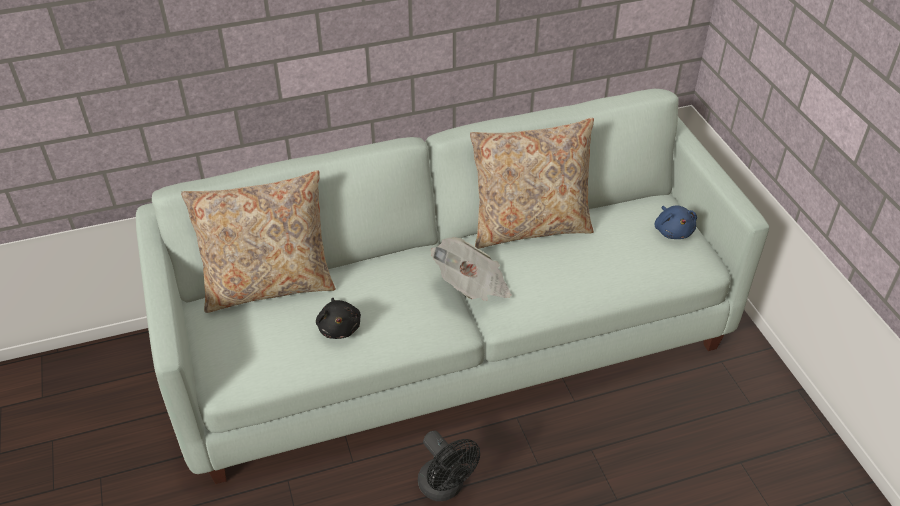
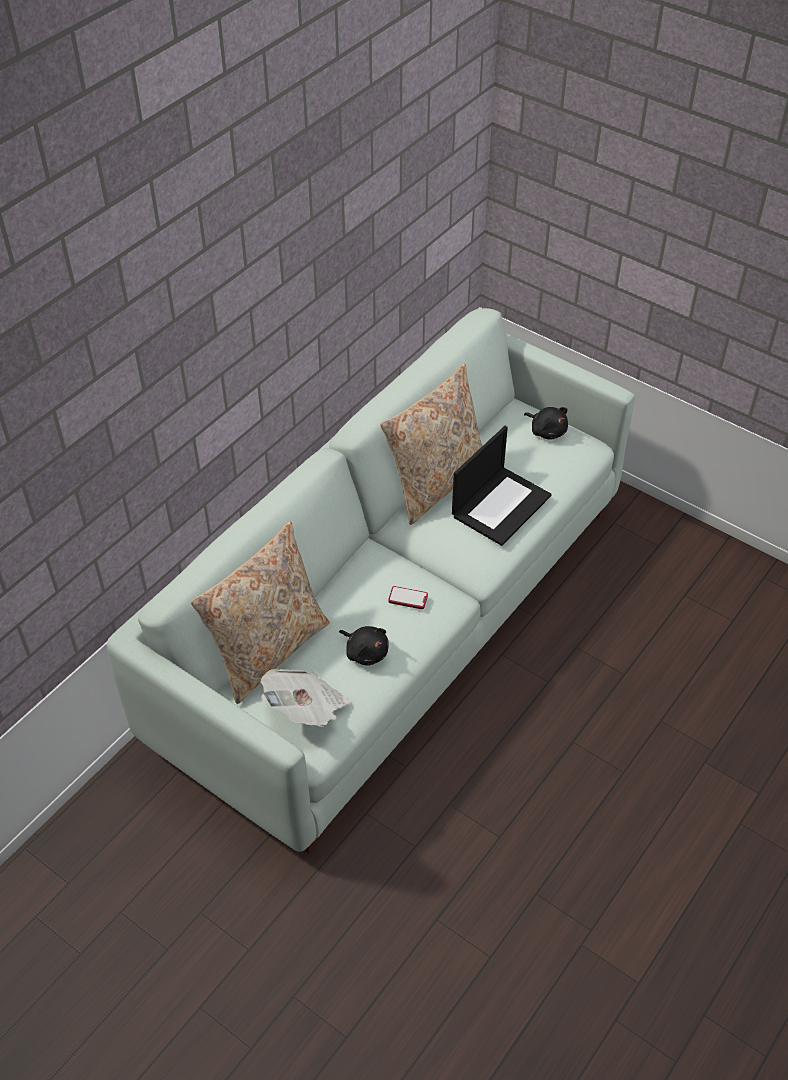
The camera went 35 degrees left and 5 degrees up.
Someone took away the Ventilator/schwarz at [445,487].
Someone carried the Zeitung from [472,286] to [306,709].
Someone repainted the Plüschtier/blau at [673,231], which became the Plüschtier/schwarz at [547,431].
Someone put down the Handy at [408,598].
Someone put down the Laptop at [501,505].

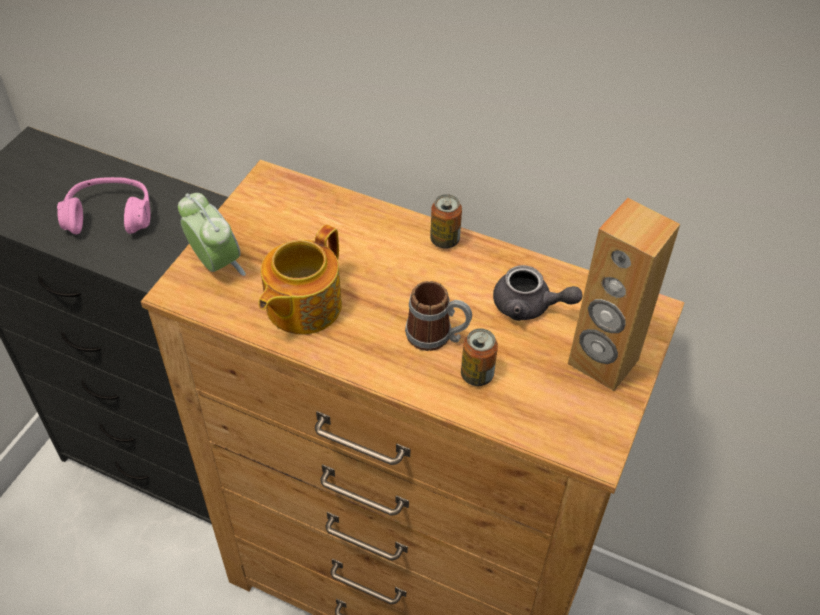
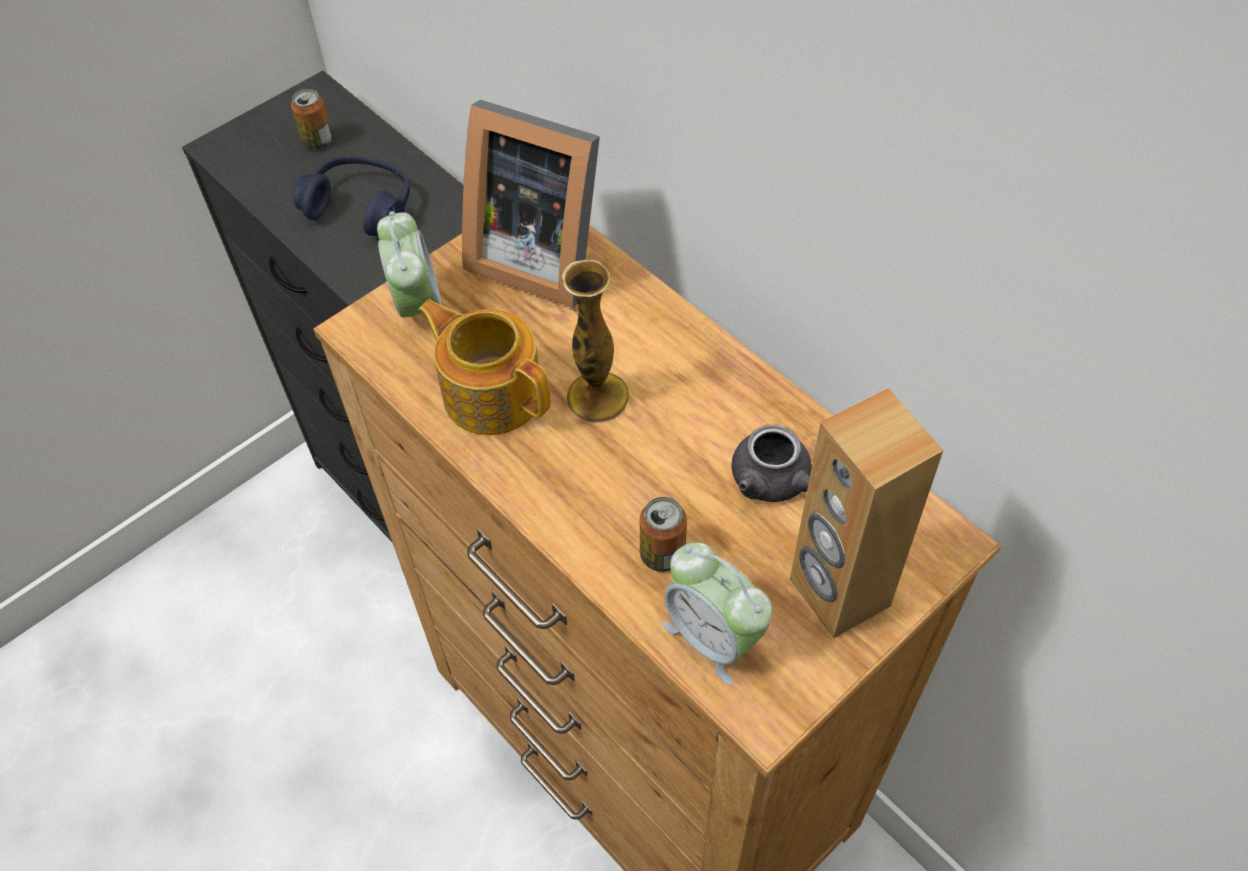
The camera went 25 degrees right and 5 degrees up.
Someone repainted the Kopfhörer/rosa at [110,216], which became the Kopfhörer/blau at [361,207].
Someone rotated the Teekanne at [301,306] by 75 degrees clockwise.
Someone took away the Henkelbecher at [437,336].
Someone carried the Dose from [444,240] to [318,141].
Someone put down the Bilderrahmen at [537,255].
Someone put down the Vase at [597,397].
Someone put down the Wecker at [713,637].

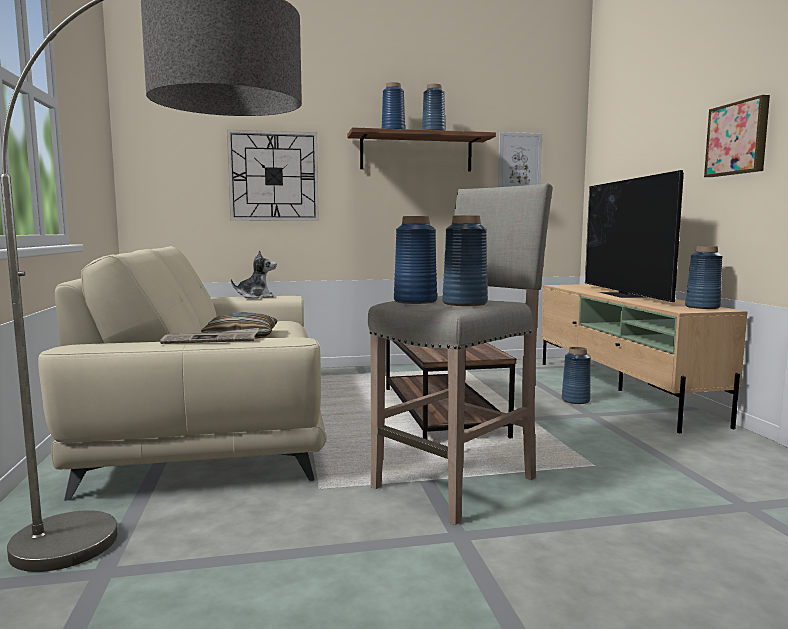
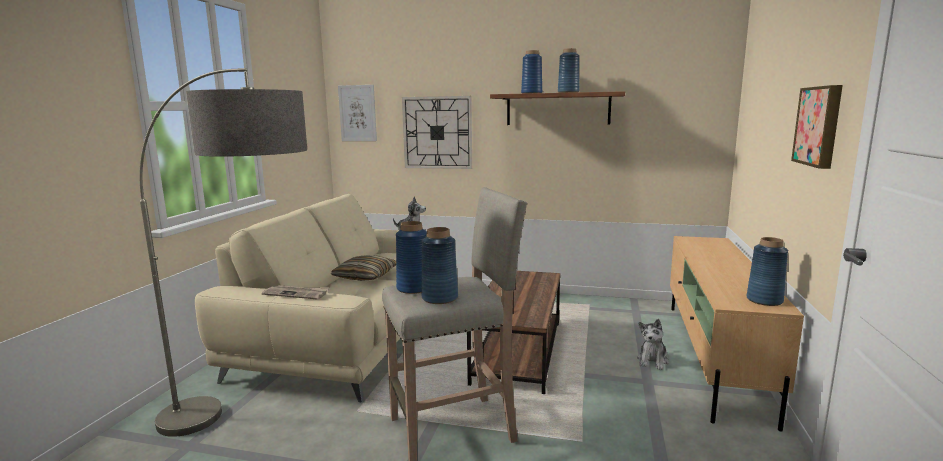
The camera went 25 degrees right and 5 degrees up.
Someone carried the Bild from [519,166] to [357,113].
Someone swapped the Vase/blau at [575,400] for the Plüschtier at [652,361].
Someone took away the Fernseher at [623,294].

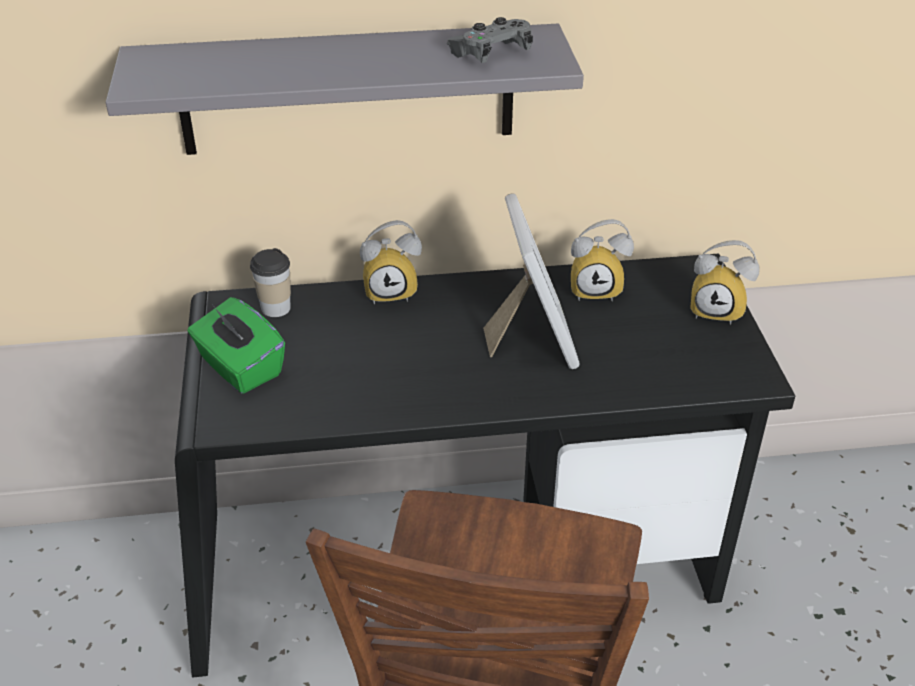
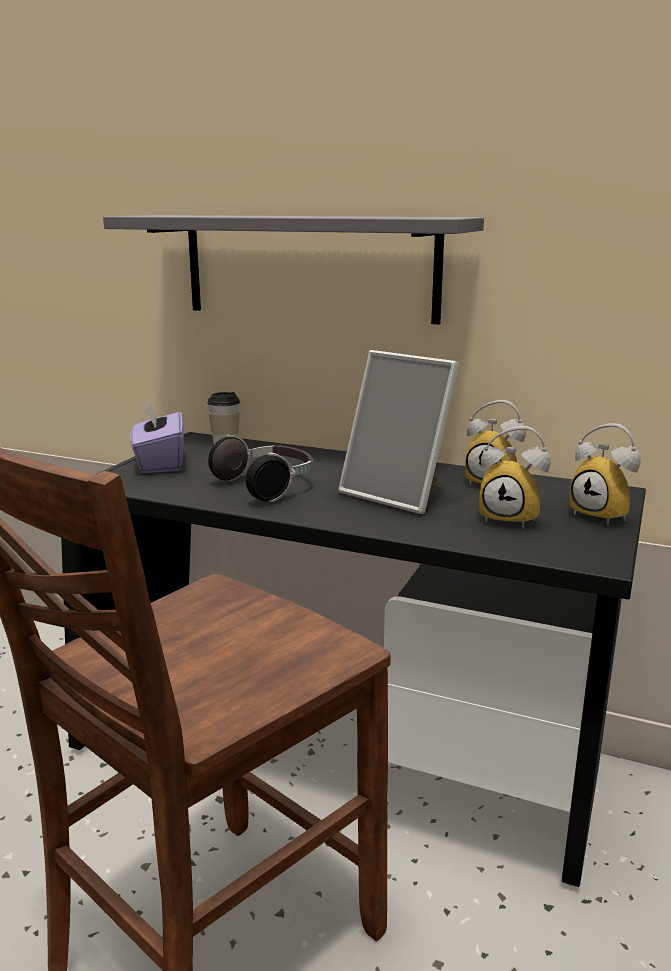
The camera went 30 degrees right and 20 degrees down.
Someone repainted the Taschentuchbox/grün at [240,368], which became the Taschentuchbox/lila at [159,463].
Someone carried the Wecker from [392,291] to [511,518].
Someone took away the Gamepad/grau at [491,54].
Someone rotated the Bilderrahmen at [531,339] by 105 degrees clockwise.
Someone put down the Kopfhörer at [267,486].

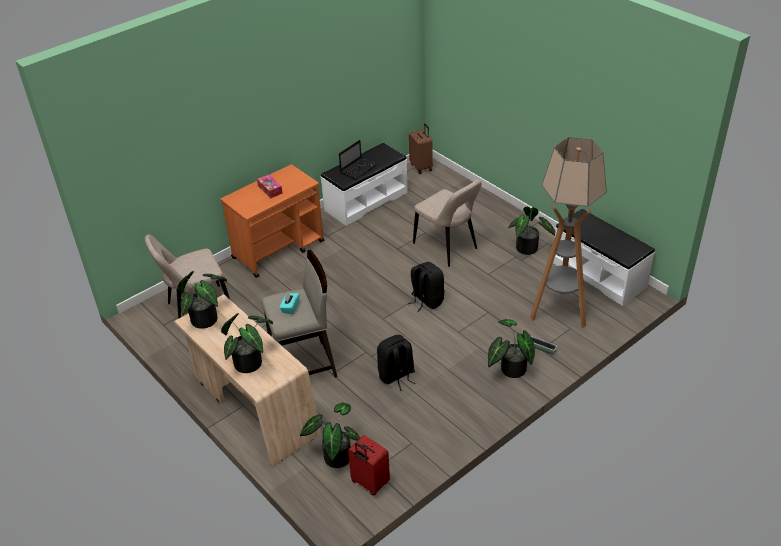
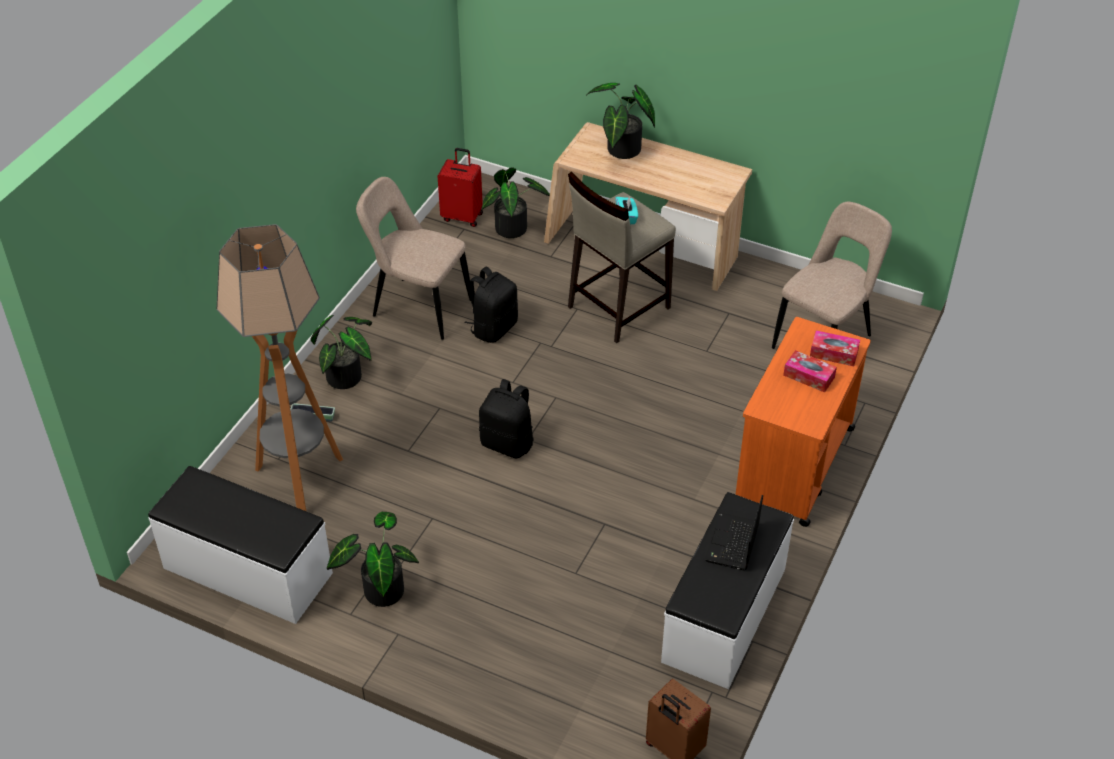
The camera went 155 degrees right and 5 degrees up.
Someone took away the Topfpflanze at [208,319].
Someone carried the Stuhl/beige from [447,247] to [418,307].
Someone put down the Taschentuchbox at [834,353].

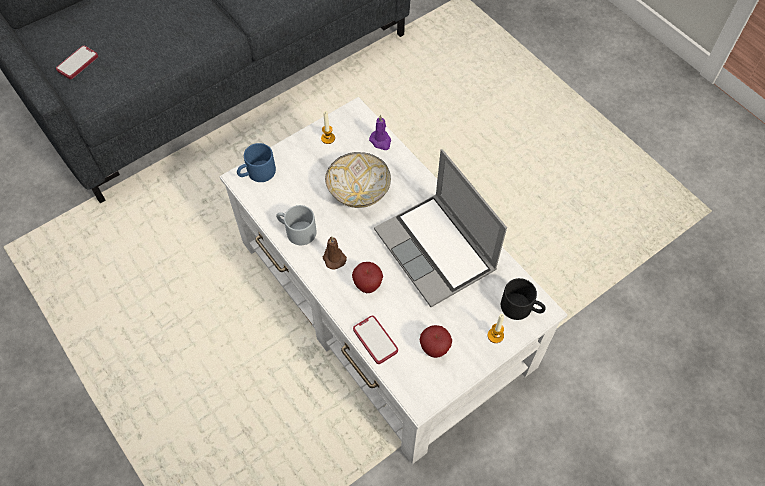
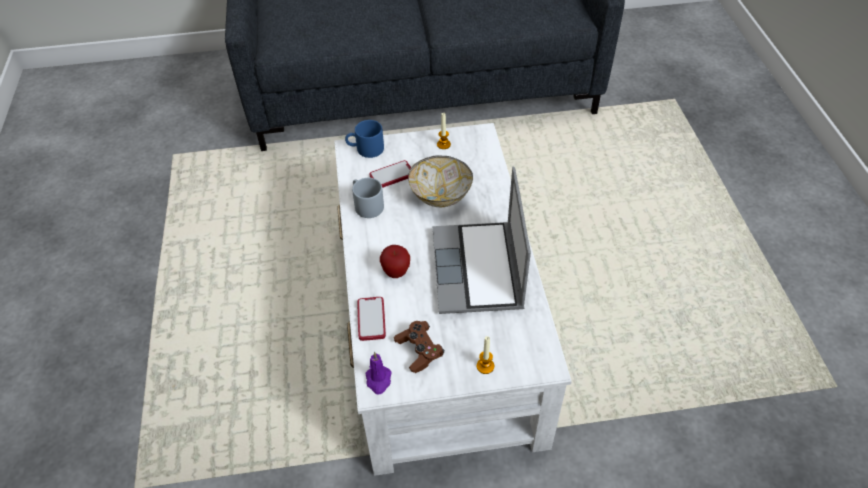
The camera went 30 degrees right and 10 degrees down.
Someone carried the Handy from [77,63] to [392,175].
Someone took away the Kerze/braun at [333,258].
Someone carried the Kerze/lila from [381,141] to [378,380].
Someone swapped the Apfel at [434,349] for the Gamepad/braun at [419,351].
Someone took away the Henkelbecher/schwarz at [521,307].

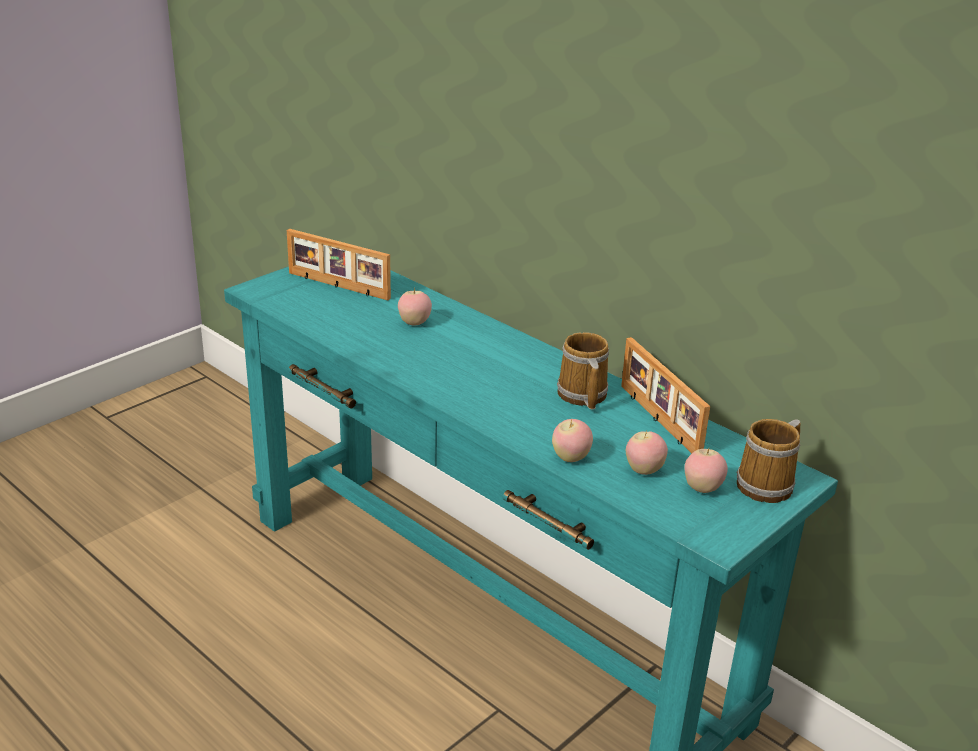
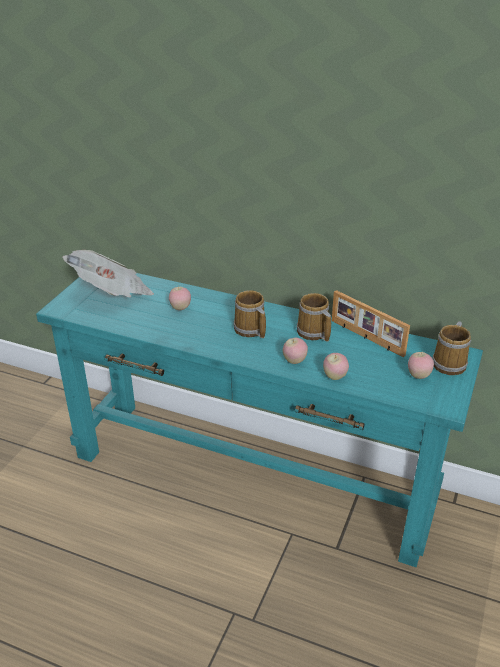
The camera went 20 degrees left and 5 degrees up.
Someone swapped the Bilderrahmen at [337,286] for the Zeitung at [112,293].
Someone carried the Apfel from [644,470] to [294,361].
Someone put down the Henkelbecher at [250,330].

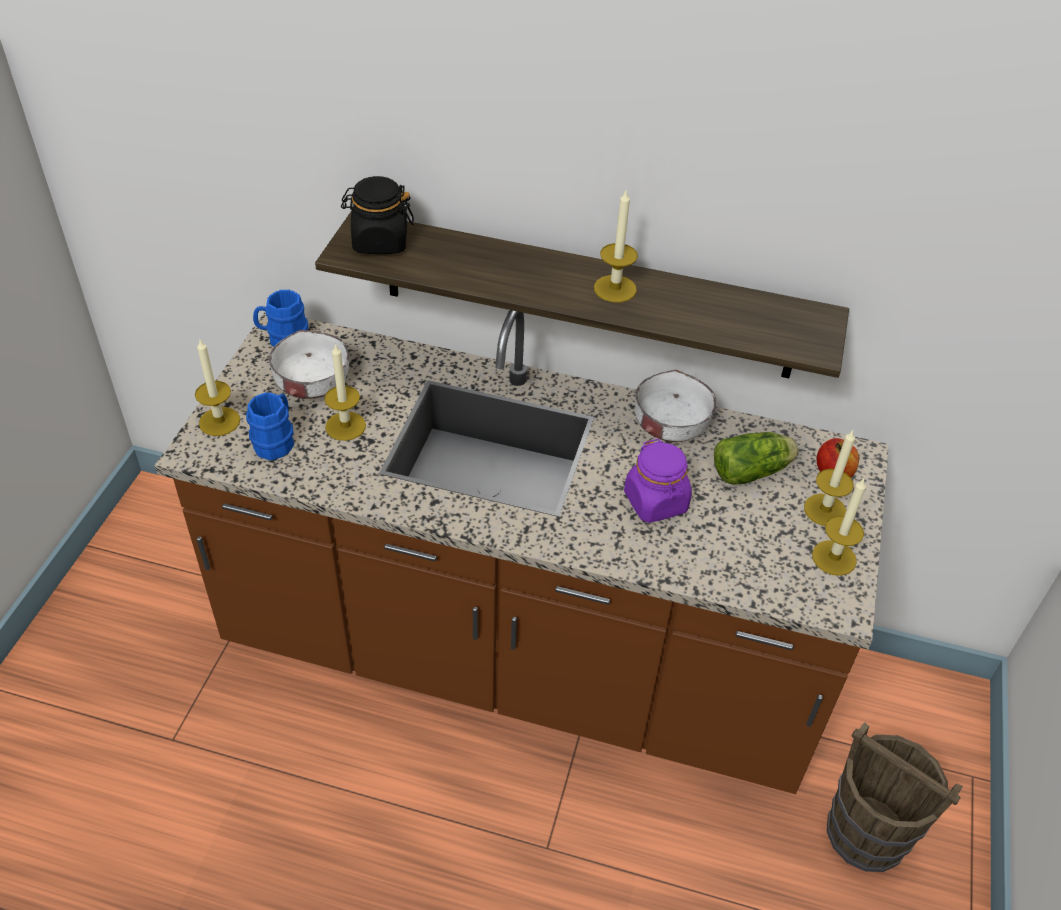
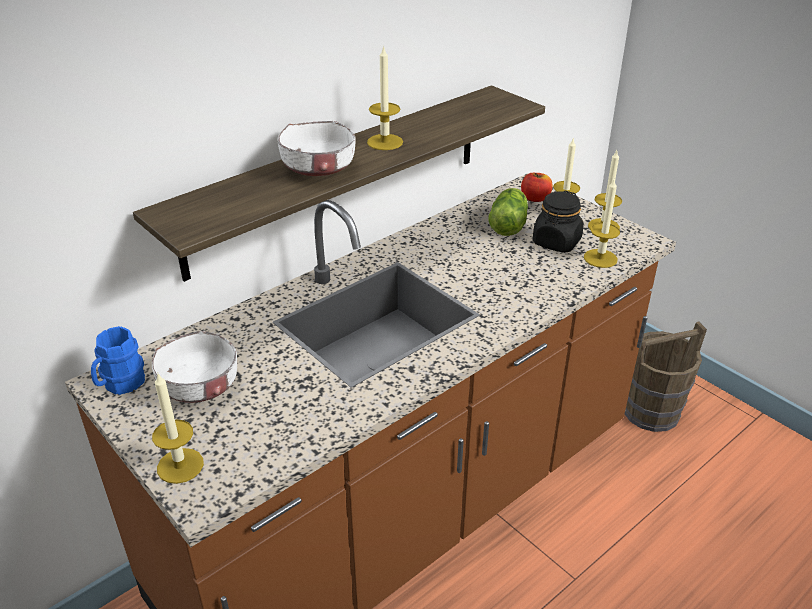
The camera went 55 degrees left and 10 degrees down.
Someone took away the Henkelbecher/blau at [276,440].
Someone carried the Kerze from [345,426] to [600,258].
Someone carried the Vorratsglas/schwarz from [380,241] to [556,242].
Someone took away the Vorratsglas/lila at [656,502].
Someone carried the Schüssel/weiß from [670,425] to [318,169].

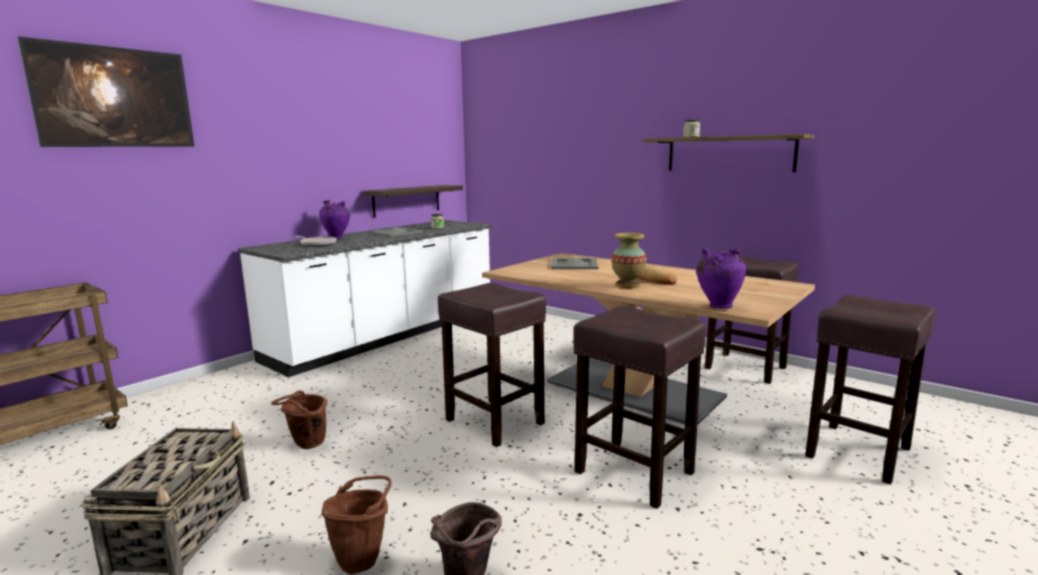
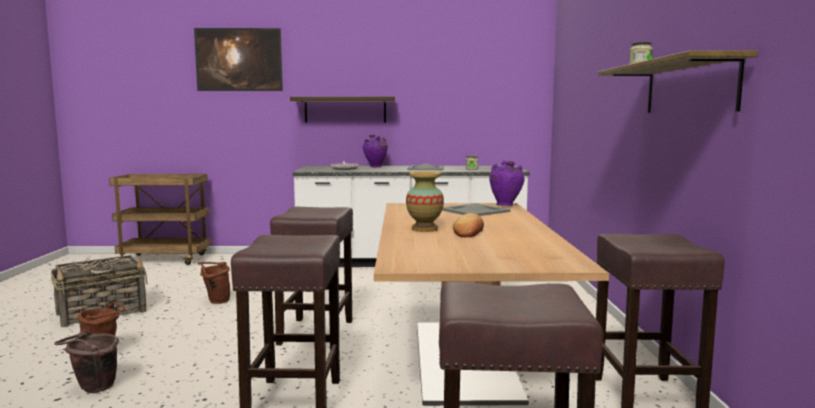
The camera went 50 degrees right and 5 degrees down.
Someone carried the Wandregal from [406,200] to [345,110].
Someone carried the Vase/lila from [718,306] to [505,205].

